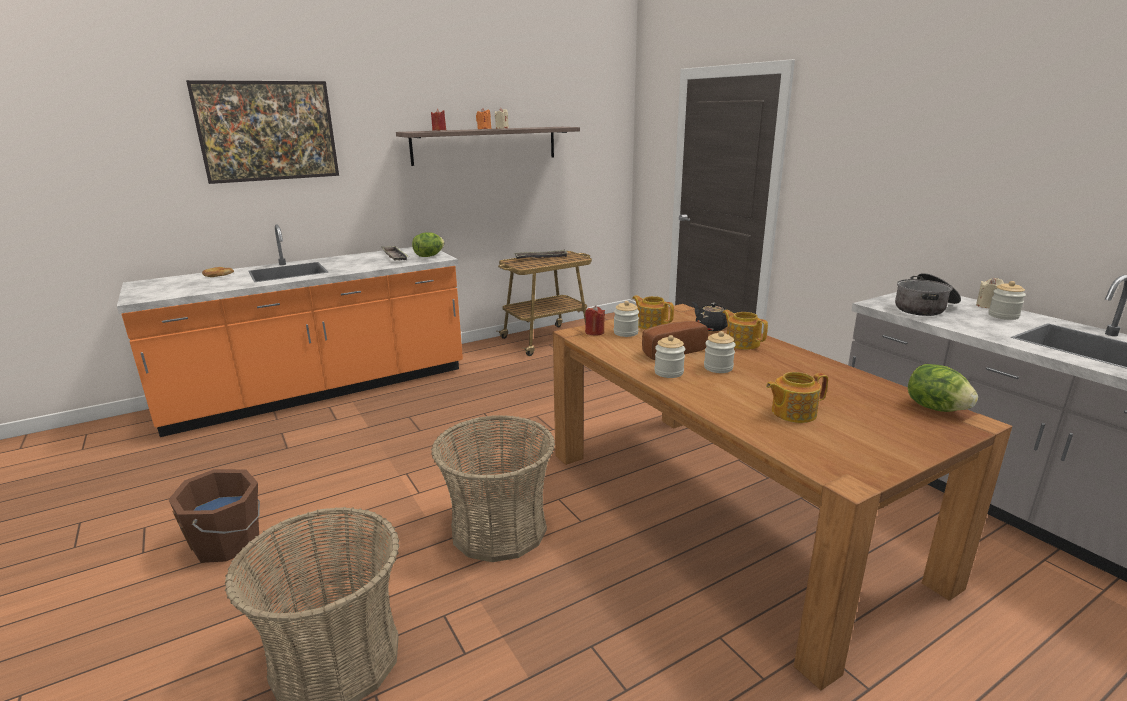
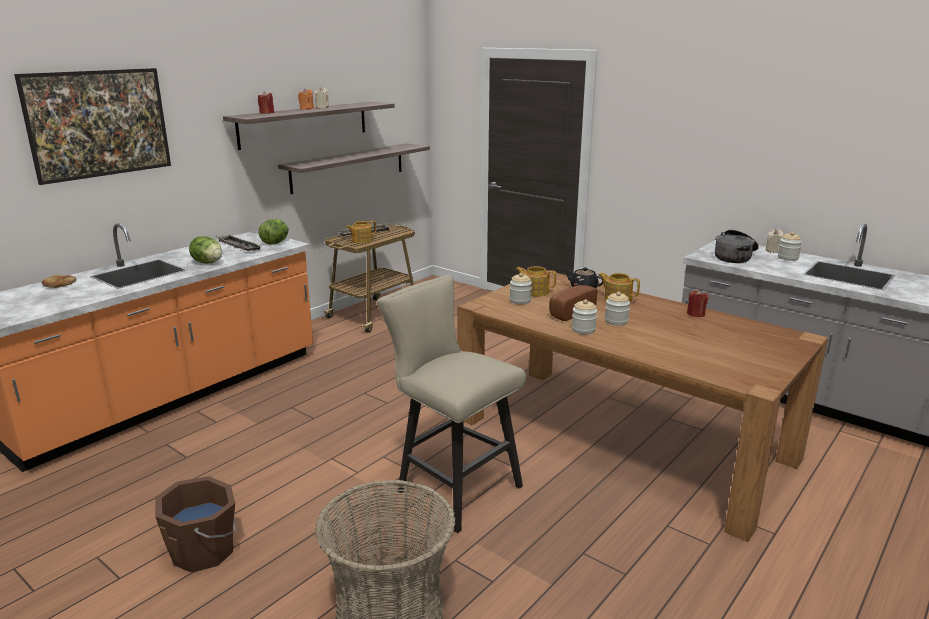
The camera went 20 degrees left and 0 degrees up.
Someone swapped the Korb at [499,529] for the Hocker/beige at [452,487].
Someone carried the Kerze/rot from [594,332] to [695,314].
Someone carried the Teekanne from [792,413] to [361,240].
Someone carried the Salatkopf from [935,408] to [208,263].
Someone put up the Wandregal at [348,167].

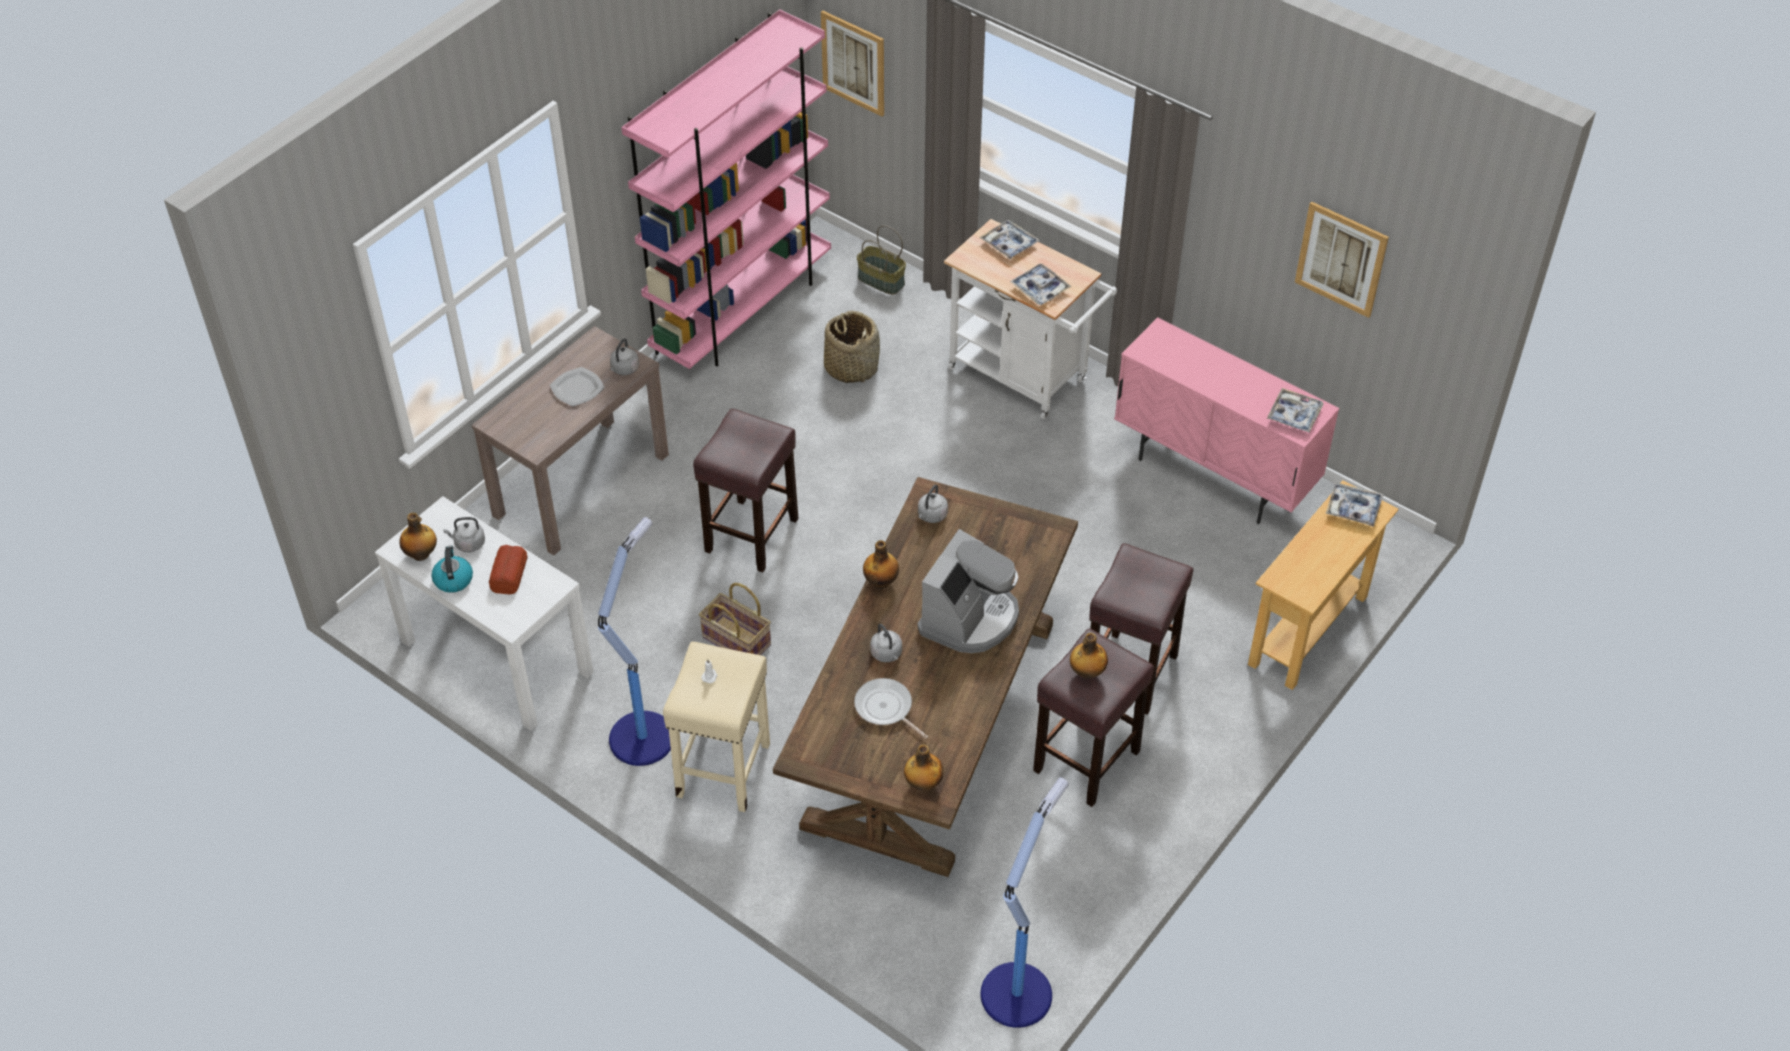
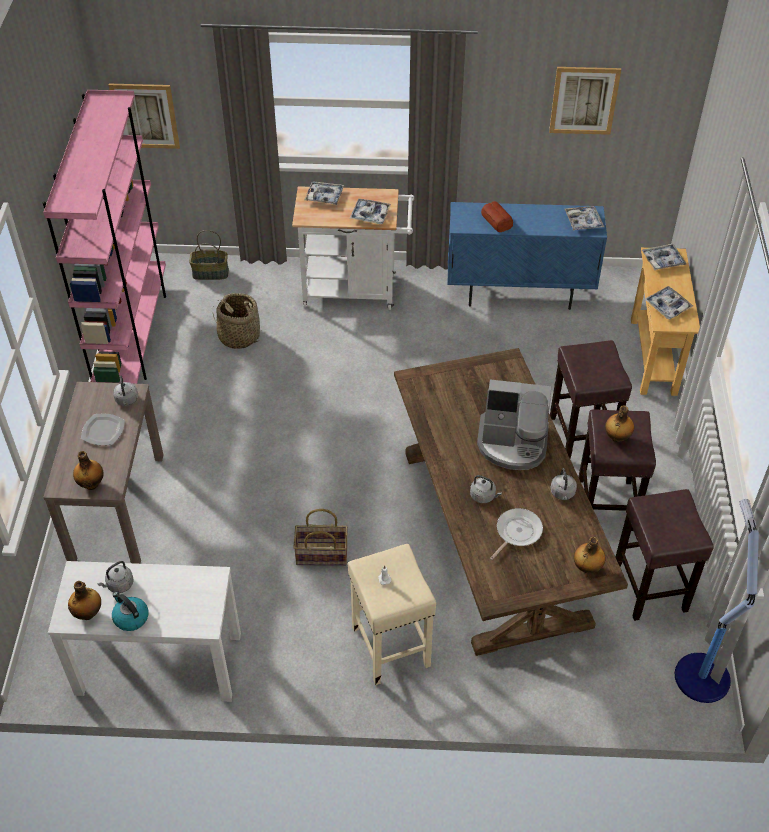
The camera went 35 degrees left and 0 degrees up.
Someone carried the Brot from [508,574] to [496,221].
Someone took away the Stehlampe at [643,736].
Someone carried the Hocker/braun from [751,536] to [651,589].
Someone rotated the Pfanne at [886,708] by 120 degrees clockwise.
Someone carried the Flasche from [881,582] to [91,484].
Someone carried the Wasserkessel/grau from [931,516] to [562,493].
Someone rotated the Kaffeemaschine at [970,618] by 105 degrees clockwise.
Someone repainted the Schrank/rosa at [1213,475], which became the Schrank/blau at [519,294].
Someone put down the Tablett at [667,306].

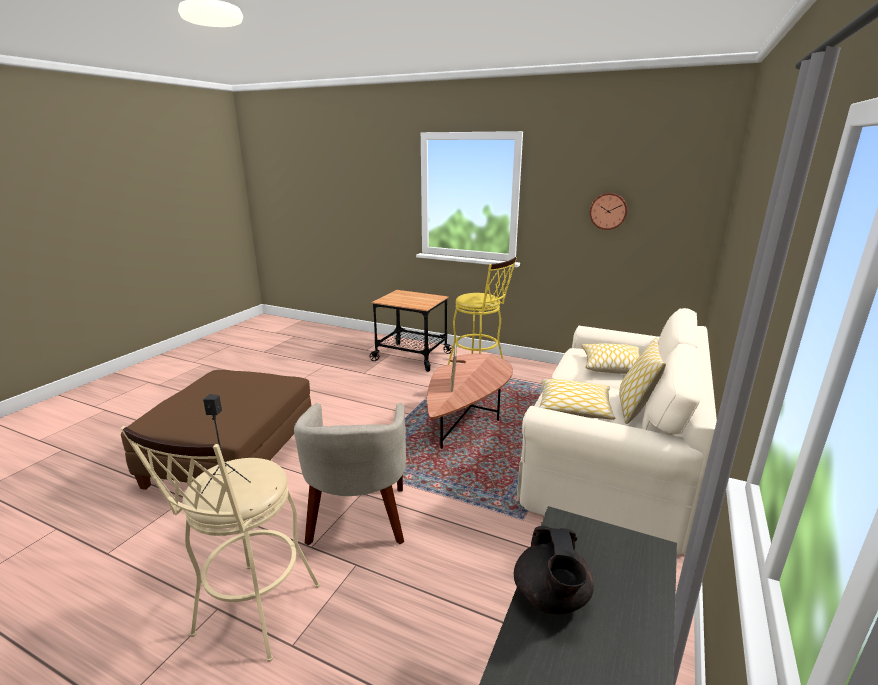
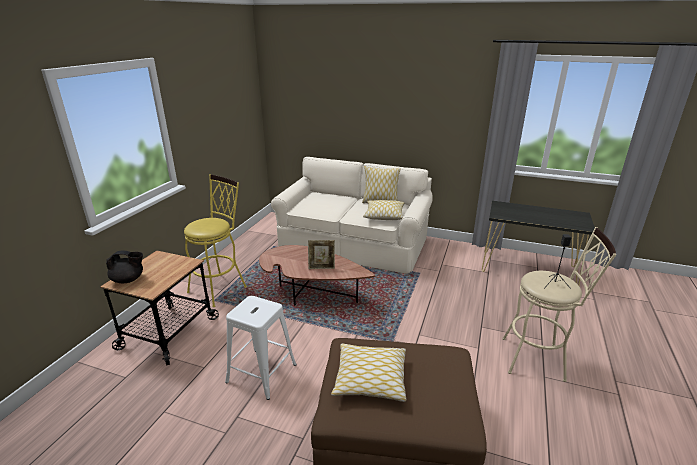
The camera went 95 degrees left and 5 degrees up.
Someone took away the Sessel/beige at [359,518].
Someone carried the Teekanne/schwarz from [551,598] to [128,280].
Someone carried the Kissen from [611,366] to [370,379].
Someone took away the Wanduhr at [608,211].
Someone put down the Hocker/weiß at [262,373].

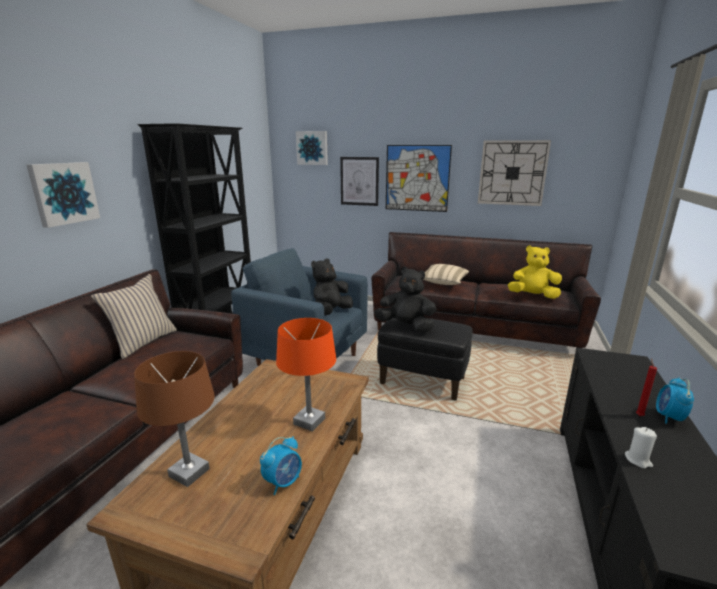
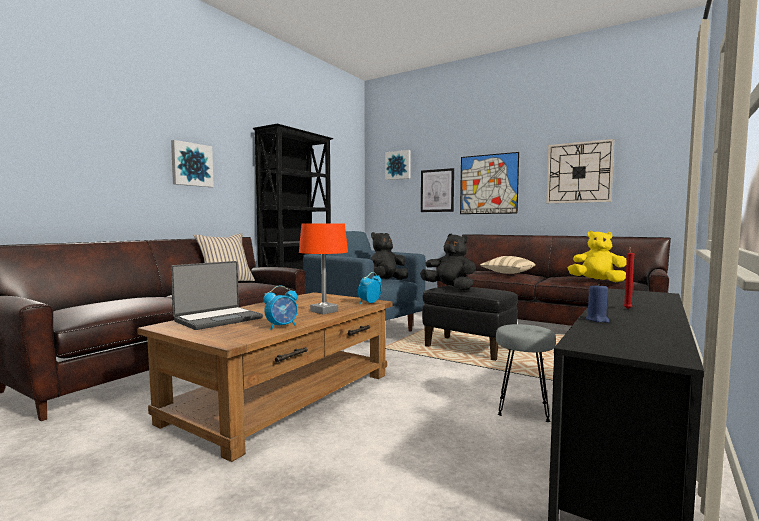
The camera went 15 degrees right and 15 degrees down.
Someone swapped the Tischlampe/braun at [189,472] for the Laptop at [218,319].
Someone repainted the Kerze/weiß at [638,460], which became the Kerze/blau at [597,320].
Someone carried the Wecker from [669,417] to [369,303].
Someone put down the Hocker/grau at [523,409].

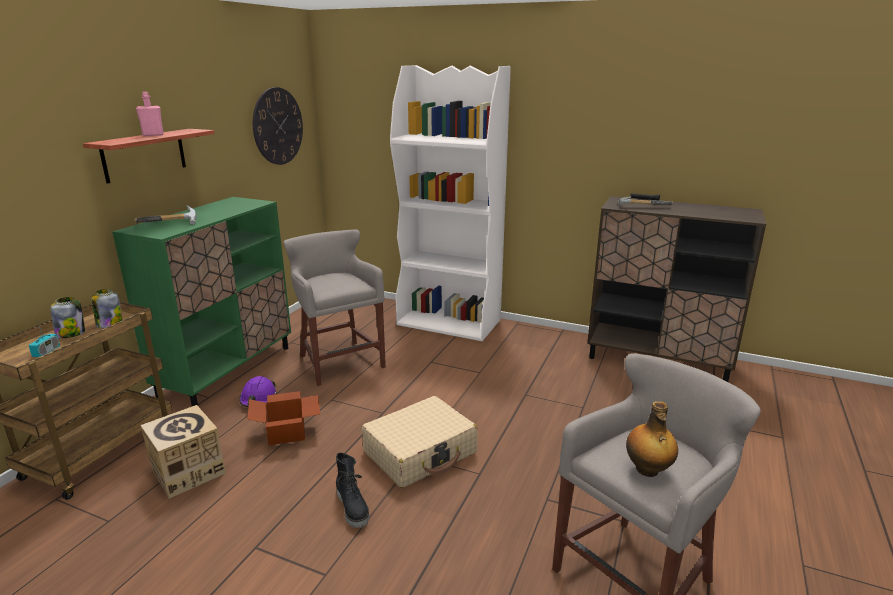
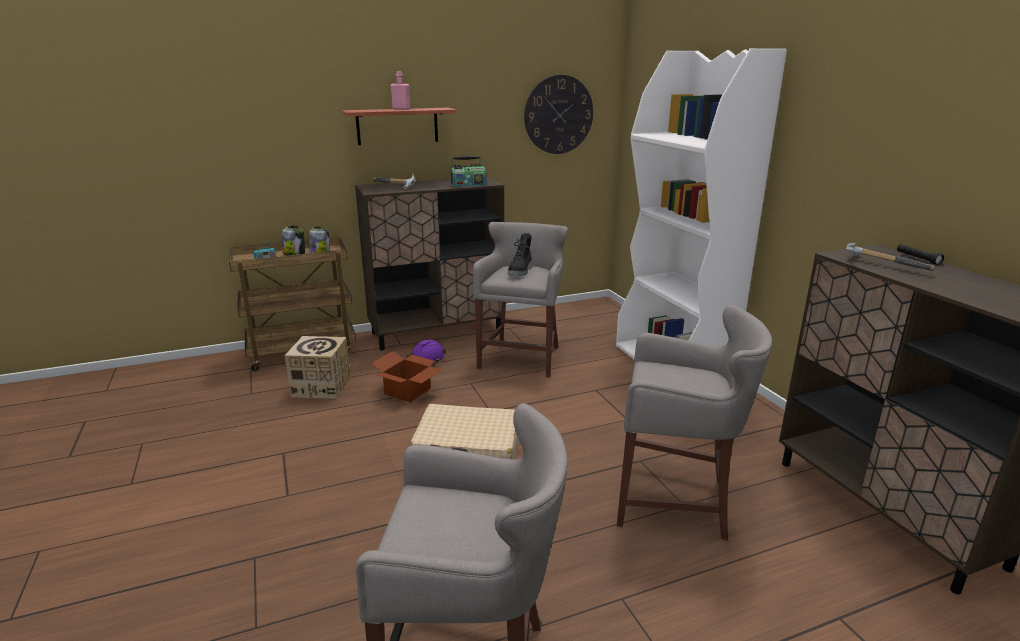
The camera went 45 degrees right and 0 degrees up.
Someone repainted the Schrank/grün at [228,371], which became the Schrank/braun at [437,332].
Someone carried the Stiefel/schwarz from [353,508] to [521,271].
Someone took away the Flasche at [647,470].
Someone put down the Radio at [468,184].
Someone put down the Hocker/grau at [676,500].

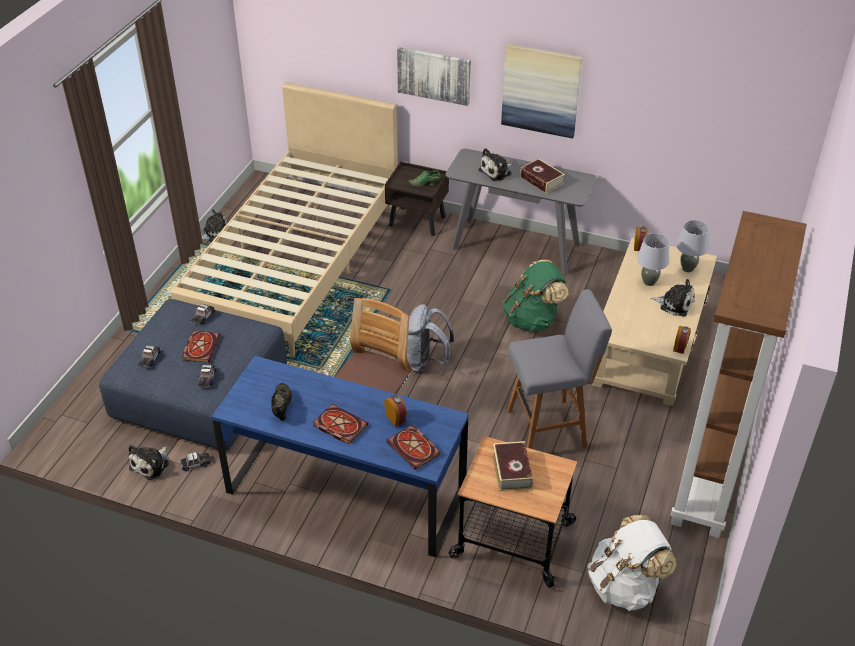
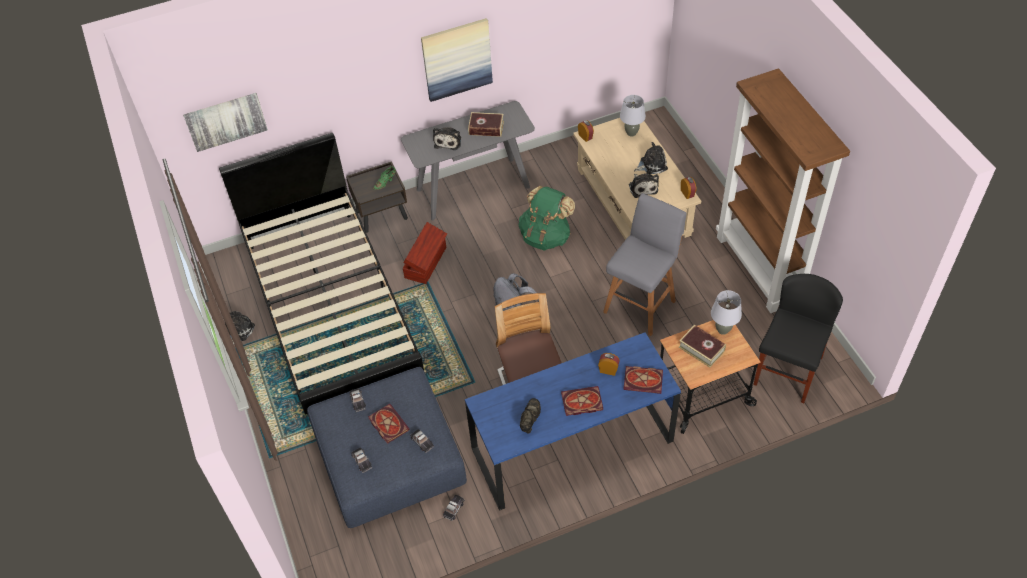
The camera went 40 degrees left and 10 degrees up.
Someone carried the Plüschtier from [151,465] to [642,187].
Someone repainted the Bett/beige at [295,261], which became the Bett/schwarz at [331,309].
Someone rotated the Schuh/schwarz at [282,407] by 60 degrees clockwise.
Someone carried the Bild from [434,75] to [225,121].
Someone swapped the Rucksack/weiß at [624,586] for the Stuhl/schwarz at [788,371].
Someone carried the Tischlampe/grau from [649,282] to [723,330].
Someone put down the Aufbewahrungsbox/braun at [426,262].

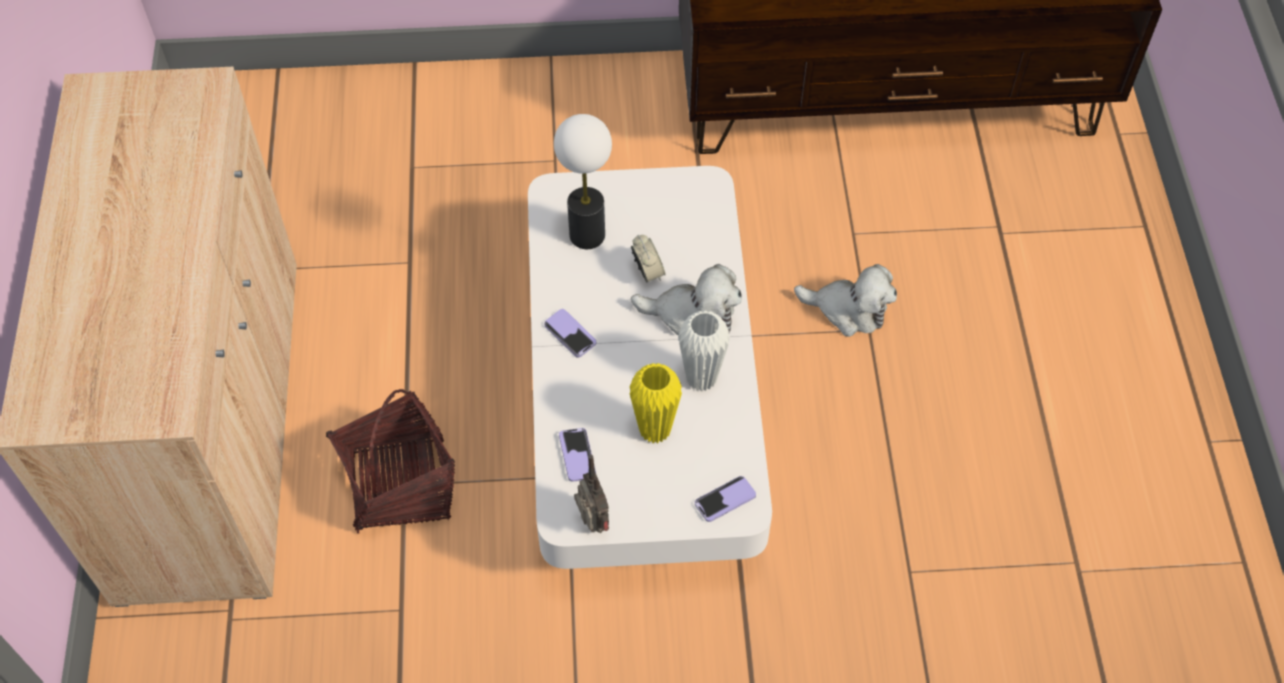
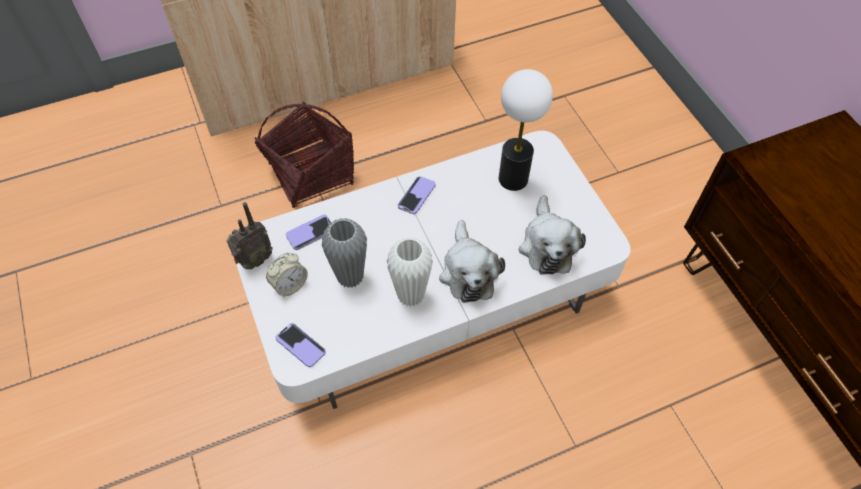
The camera went 70 degrees right and 0 degrees up.
Someone repainted the Vase/gelb at [655,430], which became the Vase/grau at [350,277].
Someone carried the Wecker from [648,272] to [289,285].
Someone carried the Plüschtier from [848,310] to [547,245].

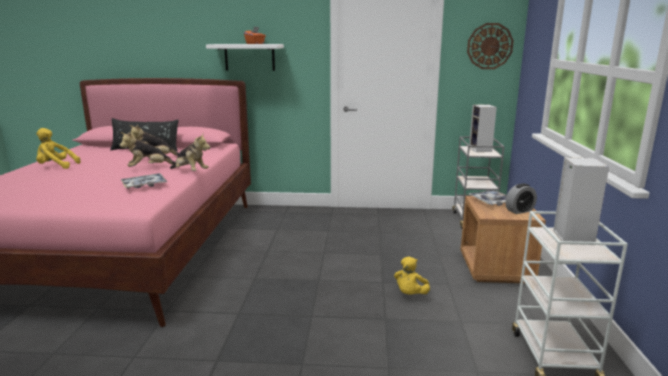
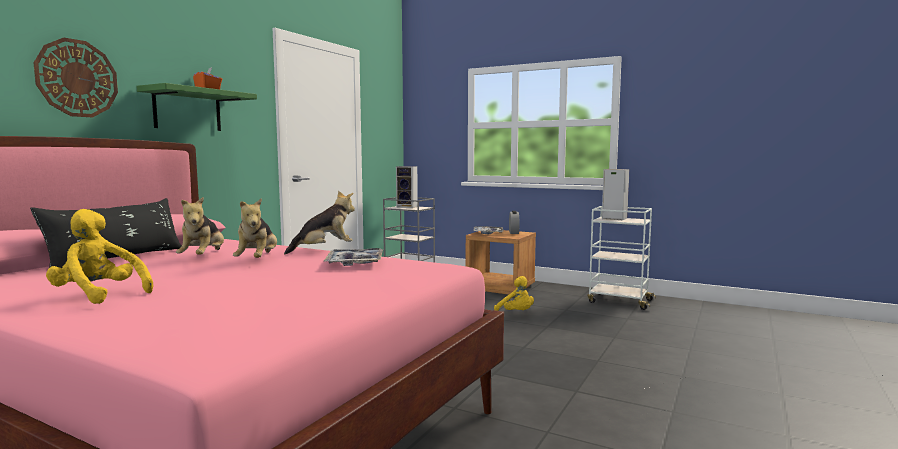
The camera went 65 degrees left and 10 degrees down.
Someone rotated the Plüschtier/gelb at [56,167] by 90 degrees clockwise.
Someone repainted the Wandregal/weiß at [249,57], which became the Wandregal/grün at [187,110].
Someone carried the Wanduhr from [489,46] to [77,78].

